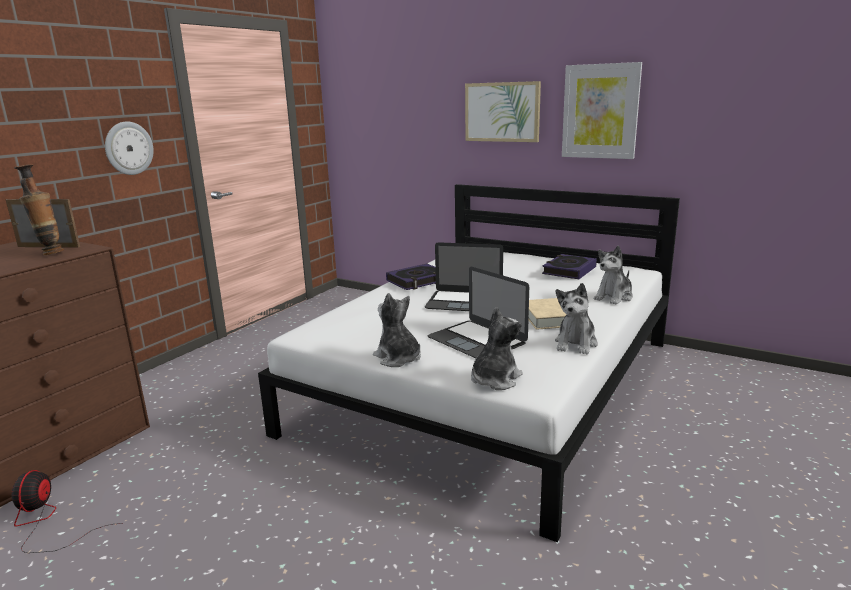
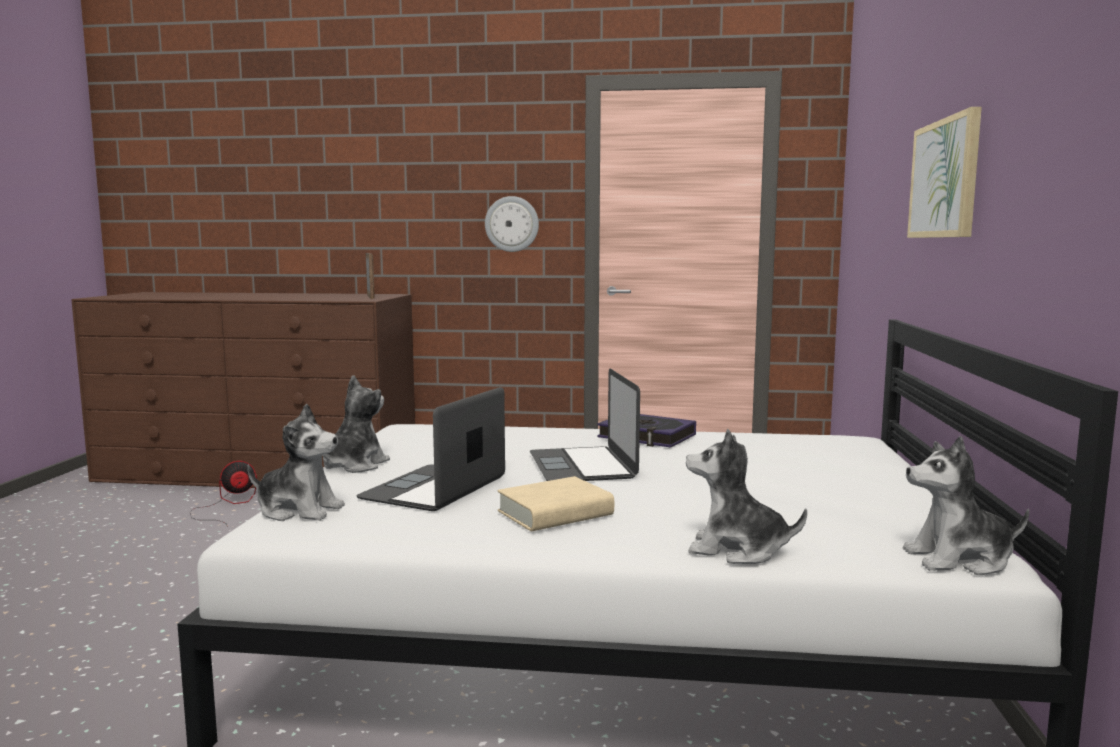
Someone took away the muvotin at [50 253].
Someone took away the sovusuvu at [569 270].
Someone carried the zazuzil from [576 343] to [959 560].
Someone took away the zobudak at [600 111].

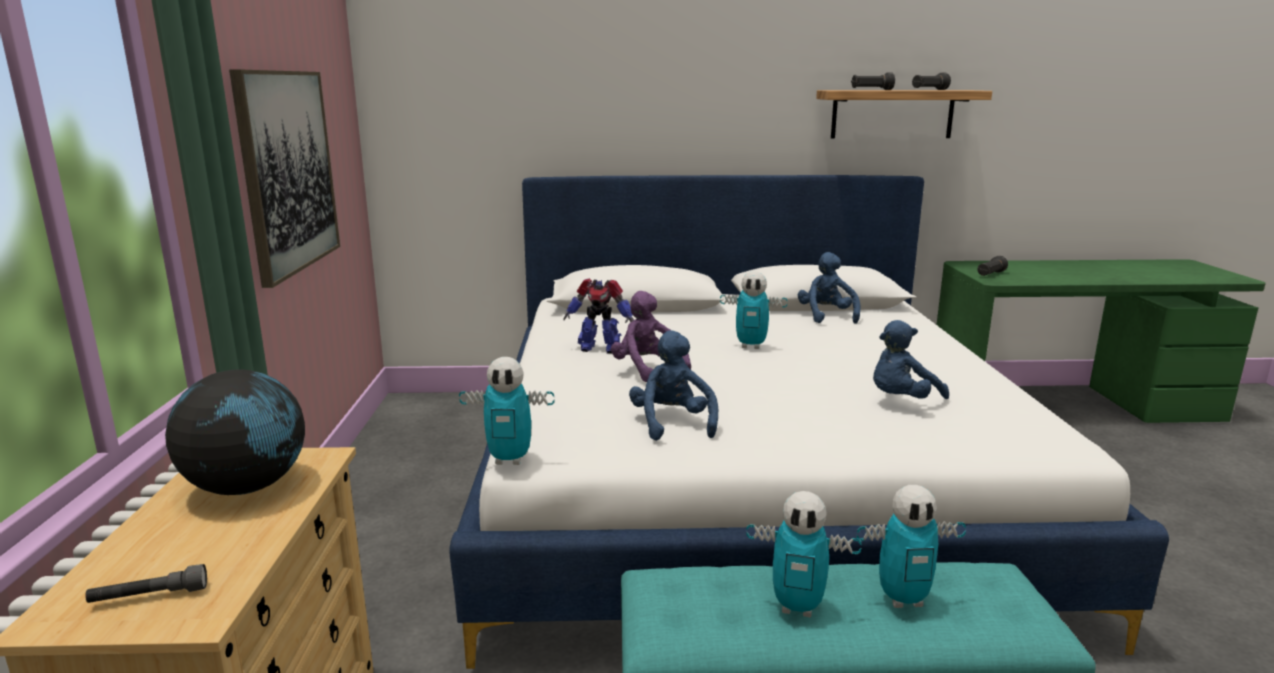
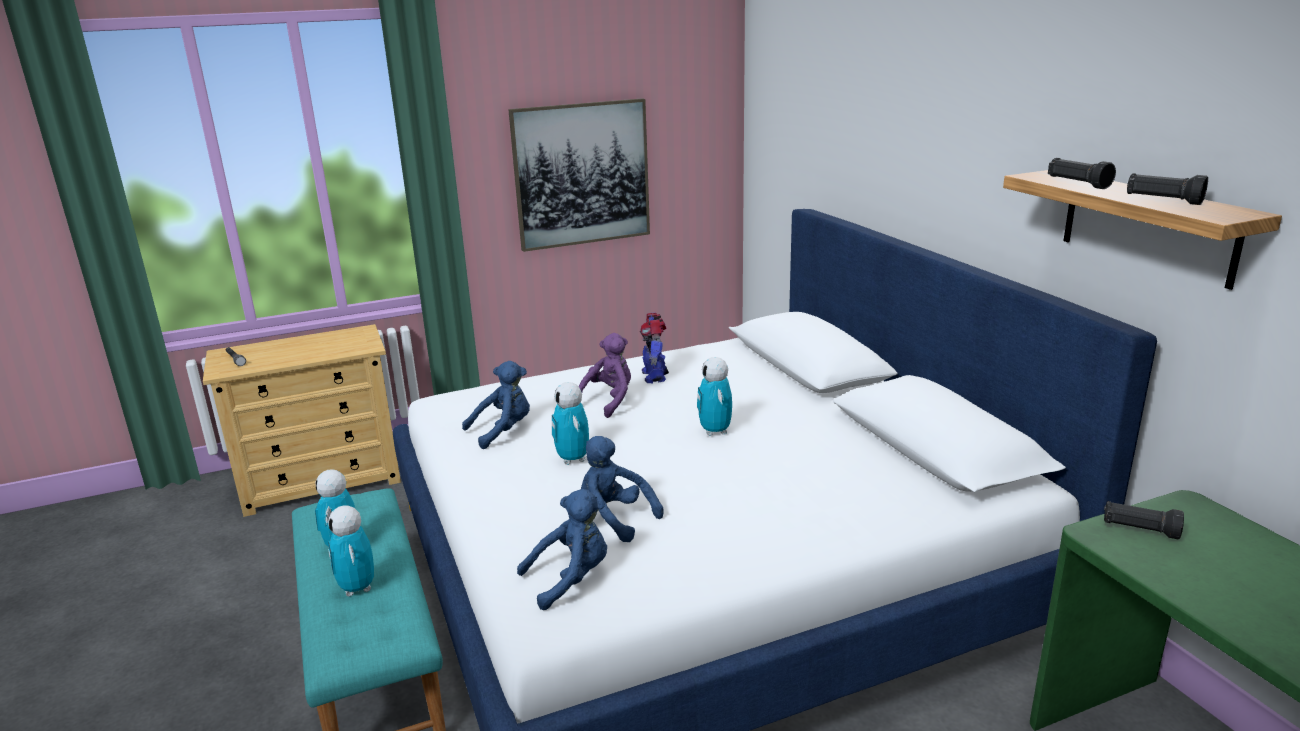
Someone took away the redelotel at [247 487].
Someone carried the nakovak from [510 459] to [573 459].
Someone carried the blue zazuzil from [826 316] to [571 579].

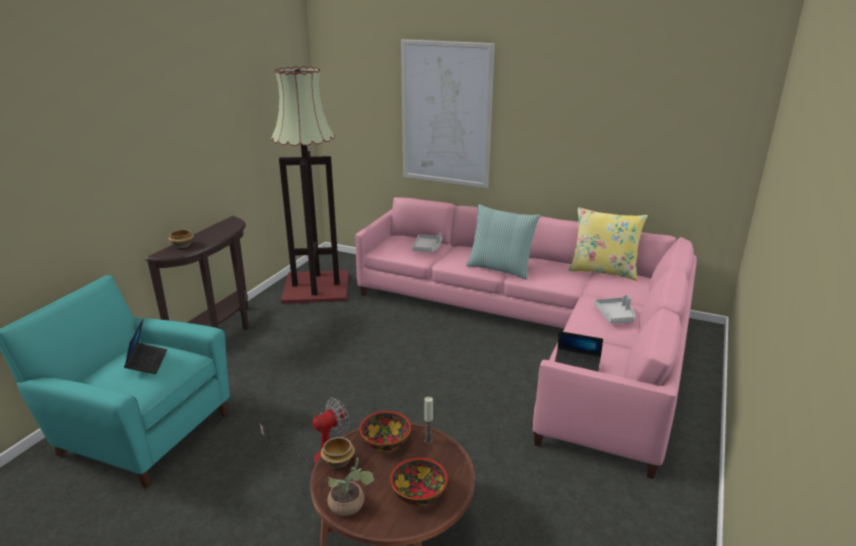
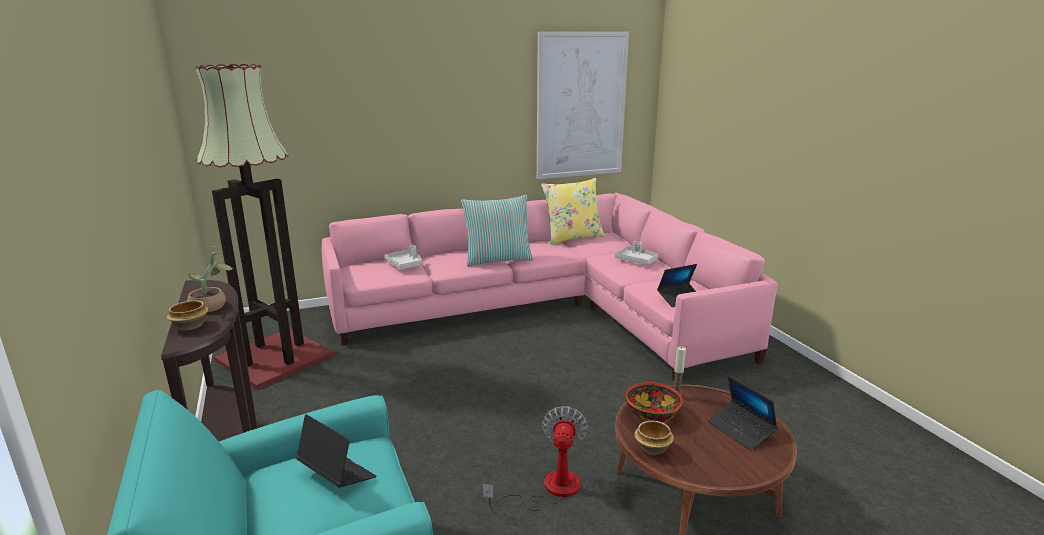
Someone carried the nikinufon from [350 506] to [212 306].
Someone swapped the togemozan at [419 493] for the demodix at [741 430].
Someone carried the zobudak from [446 114] to [581 106].

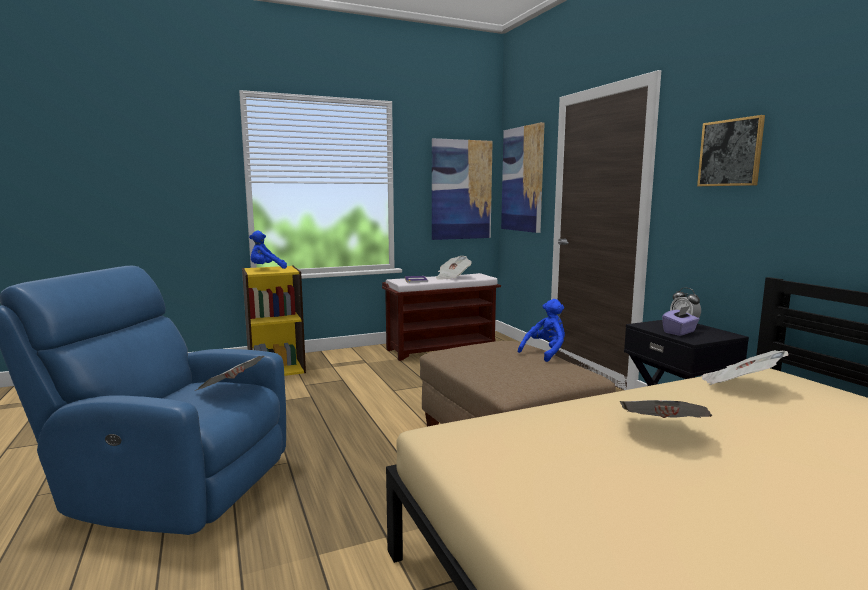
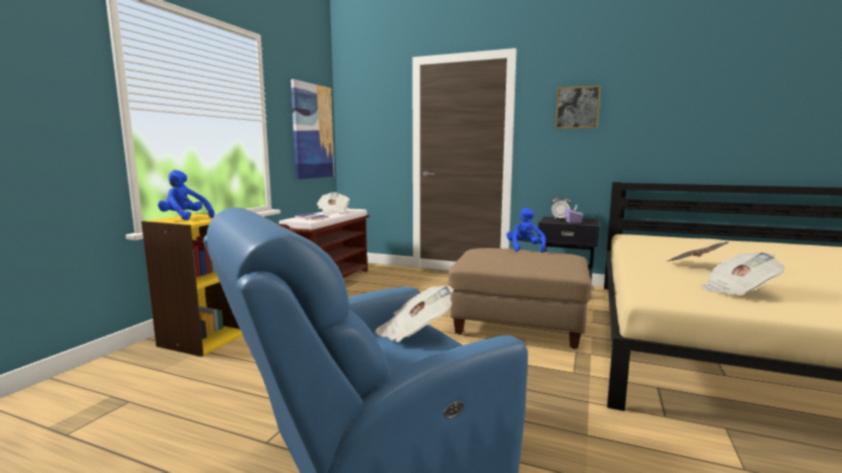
Someone rotated the blue zazuzil at [266 269] by 90 degrees clockwise.
Someone took away the zobudak at [523 179].
Someone carried the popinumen from [738 386] to [736 290].

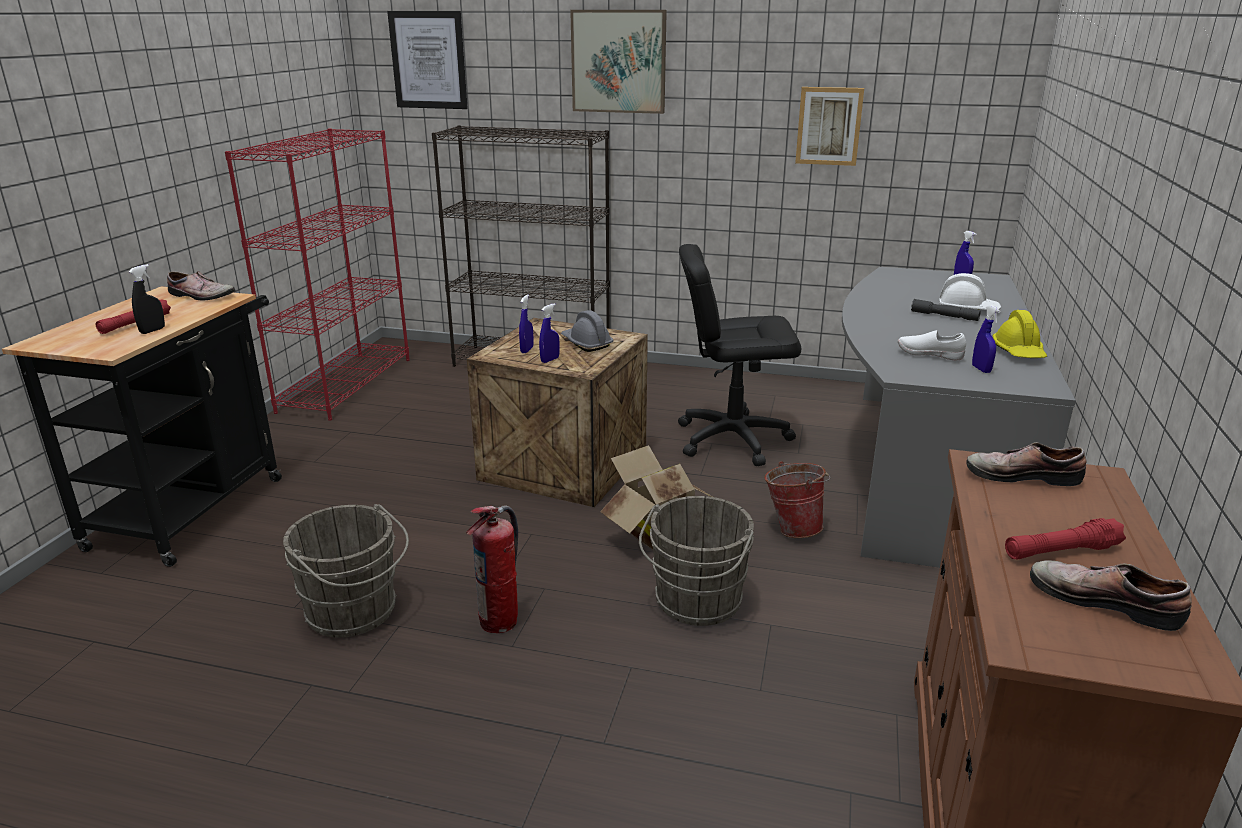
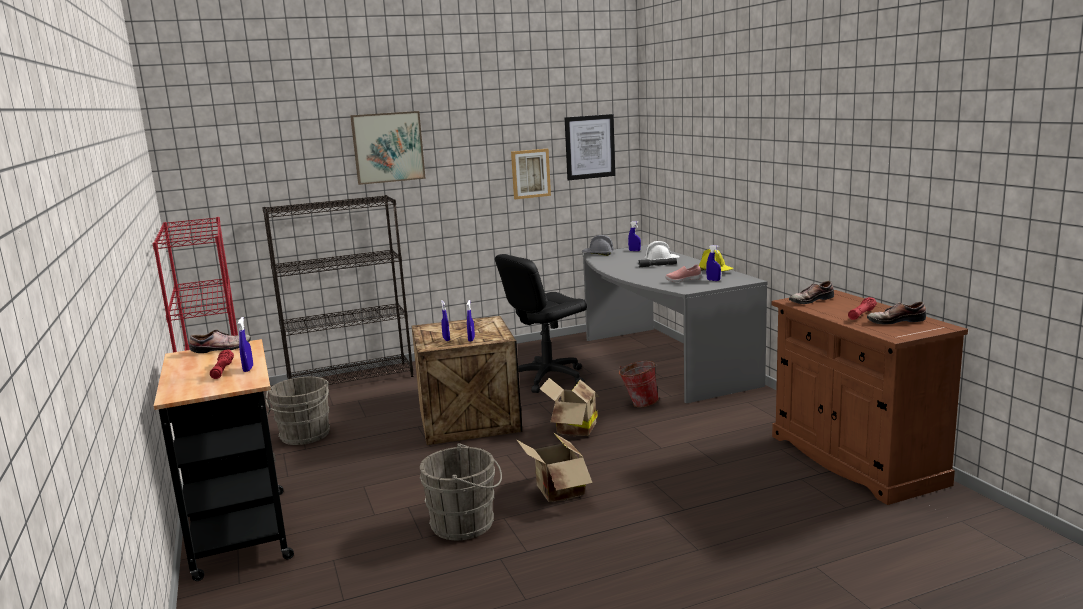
Someone repainted the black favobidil at [152 330], which became the blue favobidil at [248 369].
Someone carried the zobudak from [428 60] to [589 147].
Someone swapped the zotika at [500 621] for the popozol at [556 493].
Someone carried the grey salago from [586 343] to [598 254].
Someone carried the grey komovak from [696 603] to [304 436].
Someone repainted the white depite at [929 355], which became the pink depite at [682 281].

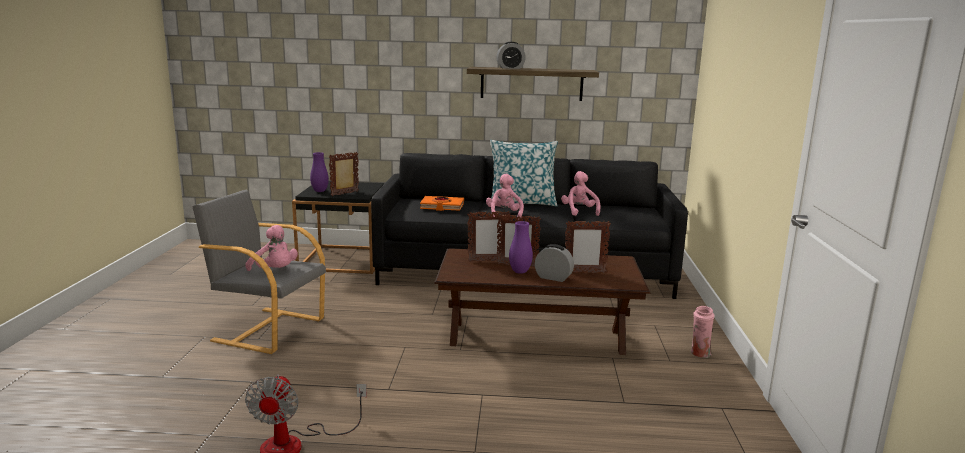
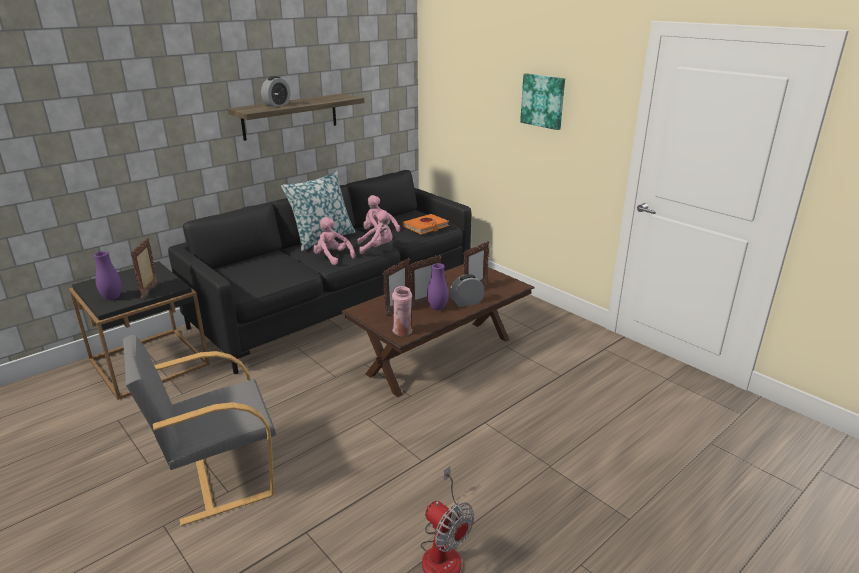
Someone carried the pink zazuzil from [274 271] to [377 248].
Someone carried the orange sovusuvu from [442 206] to [426 227].
Someone carried the pink muvotin from [699 354] to [402 332].
Someone put up the zobudak at [543 101].

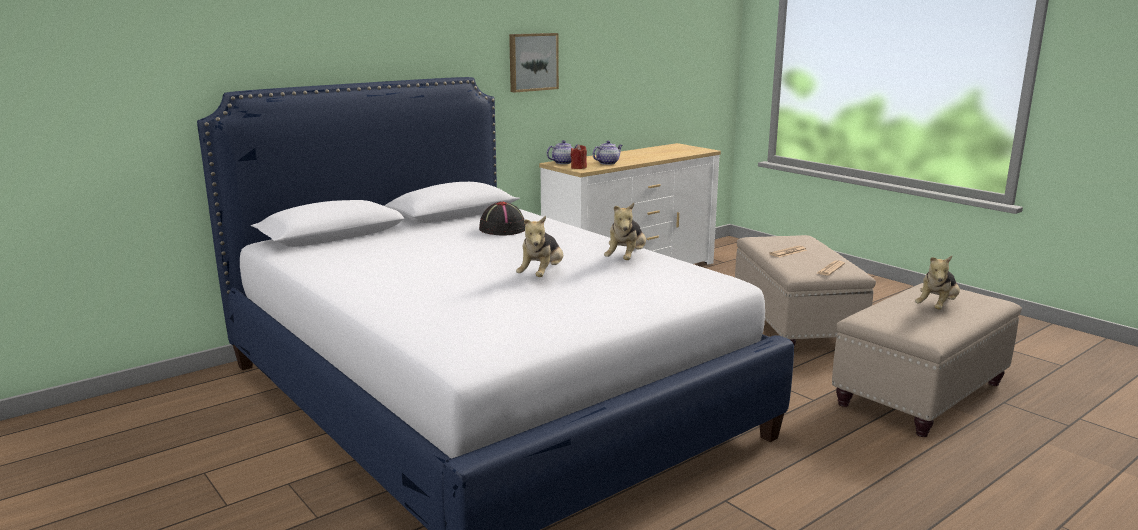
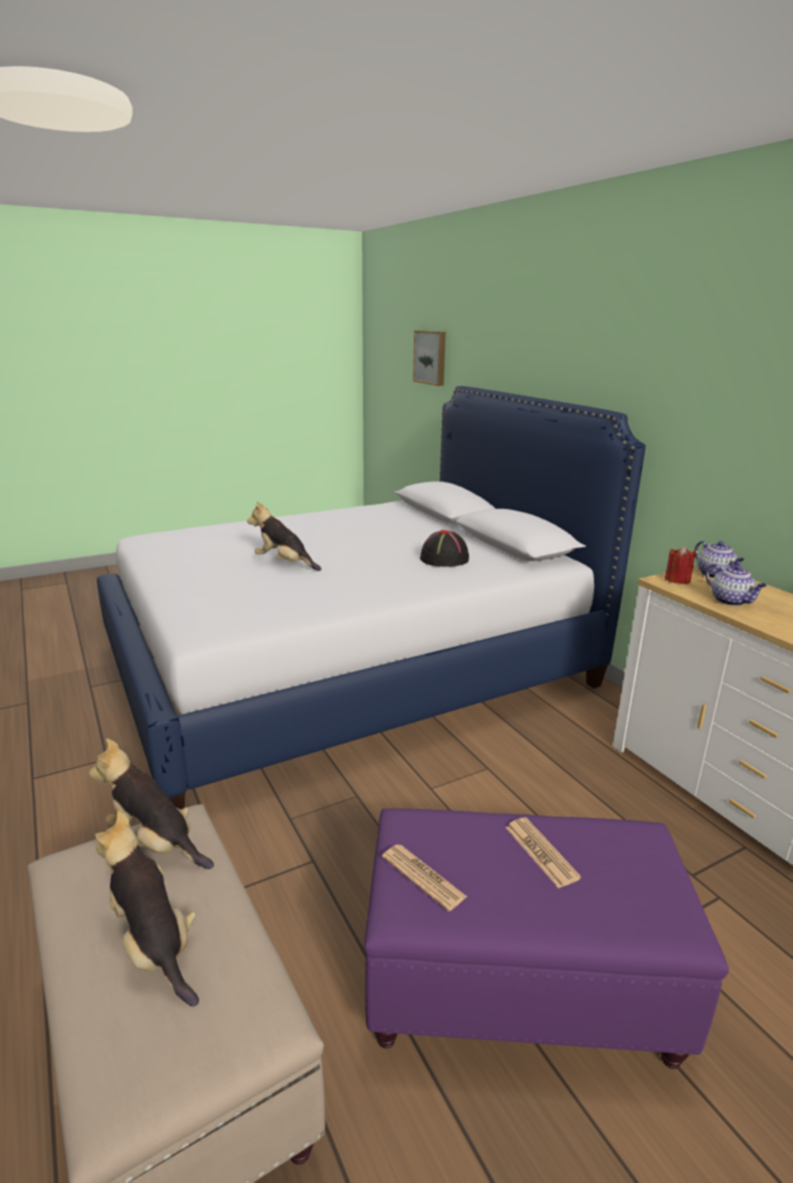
Someone carried the zobudak from [532 62] to [431 357].
Someone carried the zazuzil from [626 259] to [156 842].
Someone repainted the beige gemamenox at [795 325], which became the purple gemamenox at [516 983].

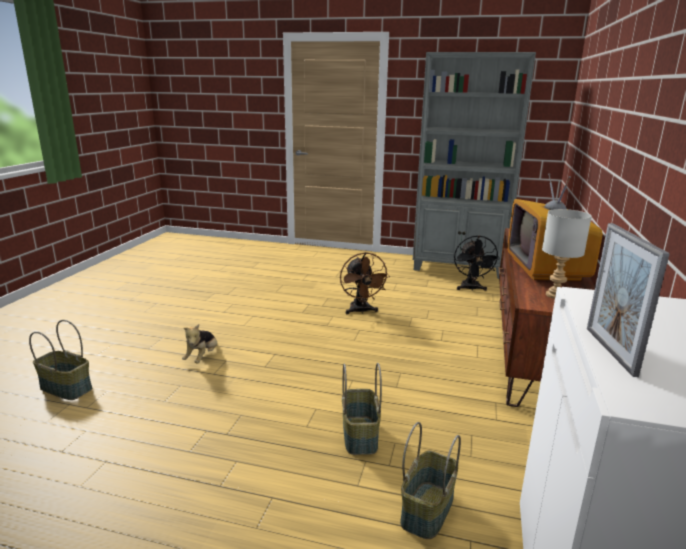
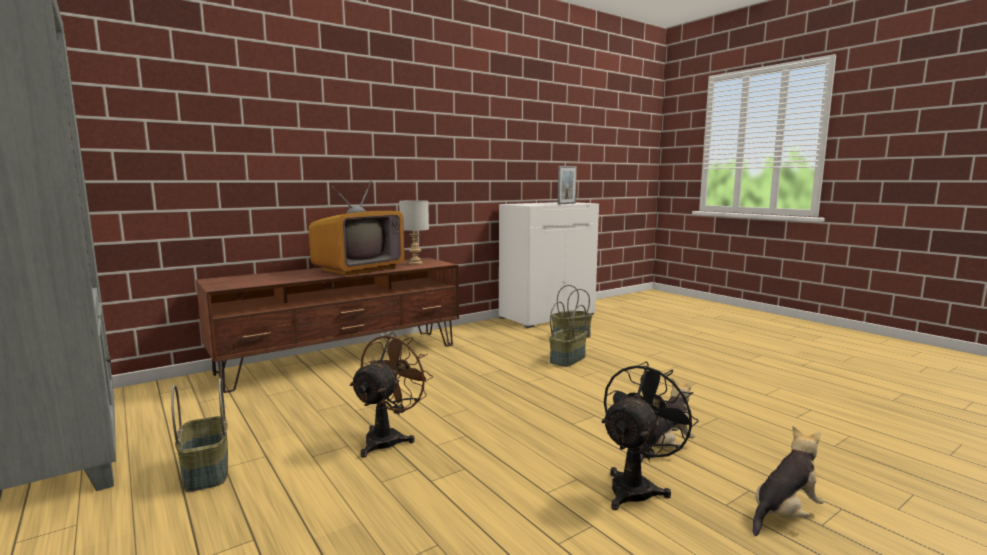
Someone carried the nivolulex from [67 388] to [205 471].
Someone carried the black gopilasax from [471 289] to [637 487].
Someone put down the zazuzil at [784 514].

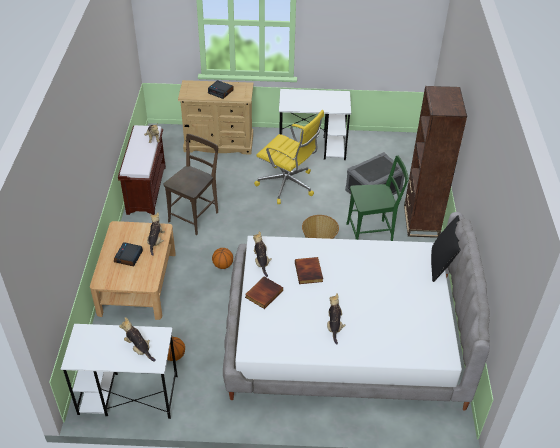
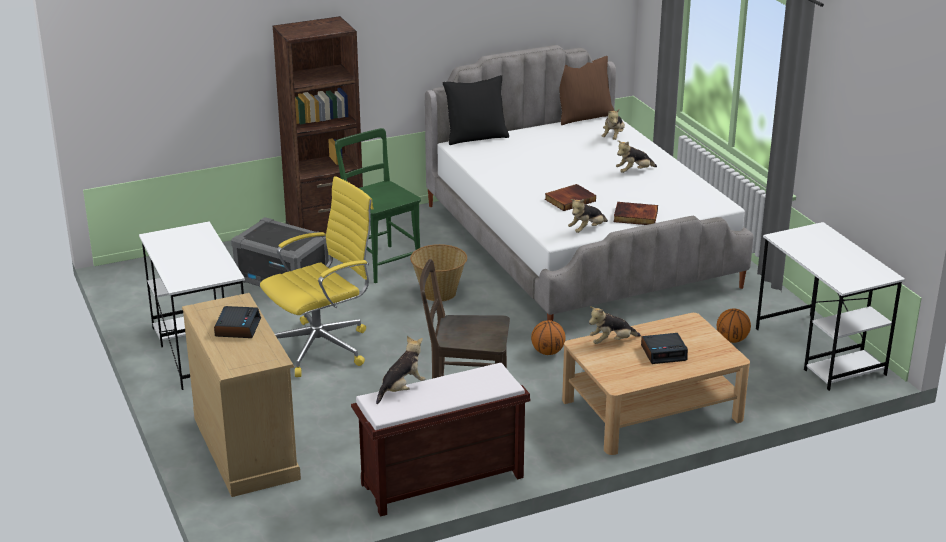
Someone carried the zazuzil from [139 348] to [613 137].
Someone rotated the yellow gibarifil at [288 185] by 45 degrees clockwise.
Someone put down the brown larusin at [583 117].

